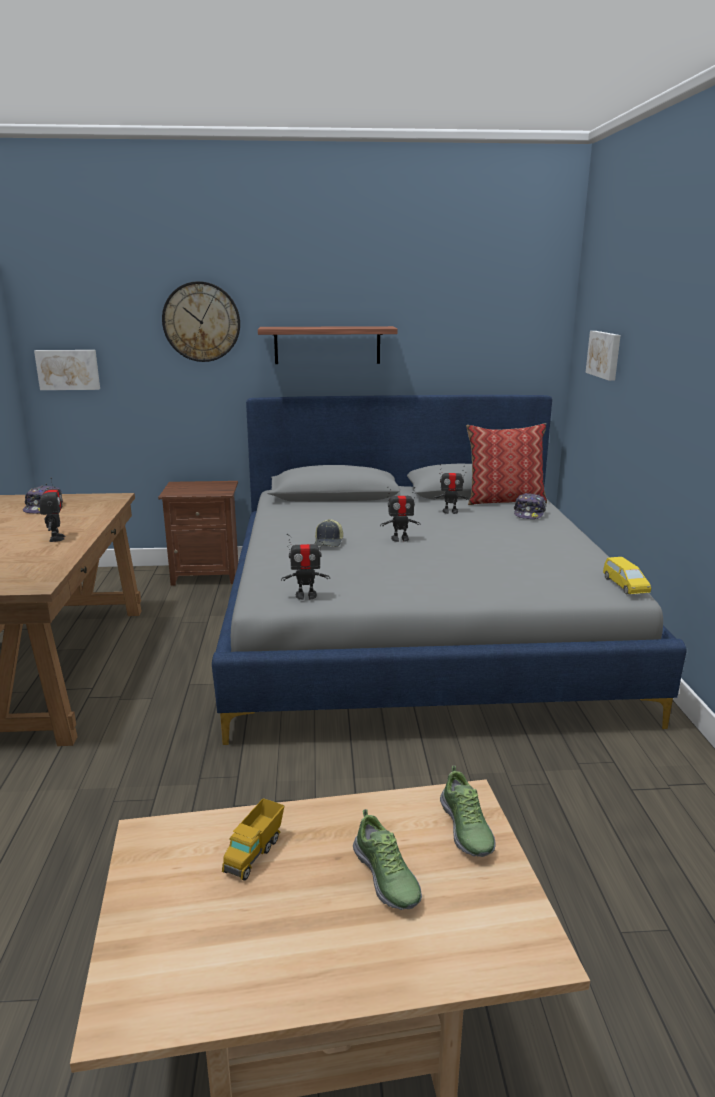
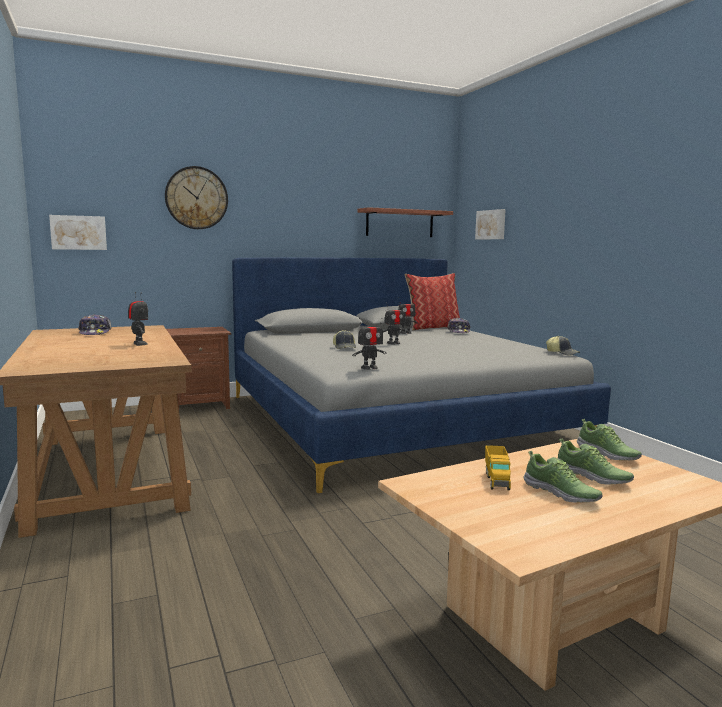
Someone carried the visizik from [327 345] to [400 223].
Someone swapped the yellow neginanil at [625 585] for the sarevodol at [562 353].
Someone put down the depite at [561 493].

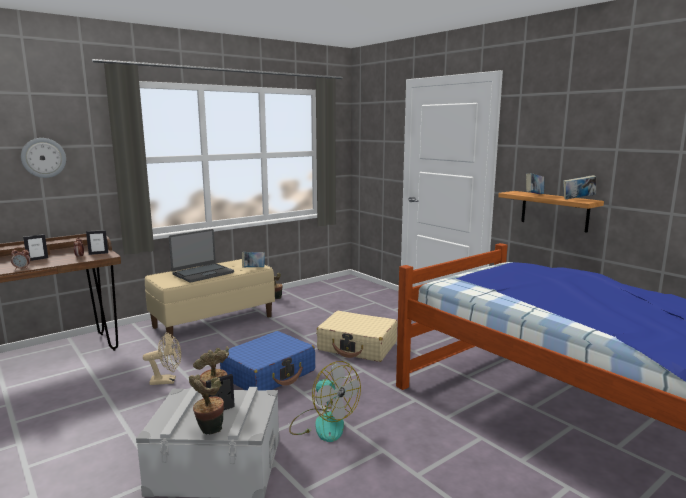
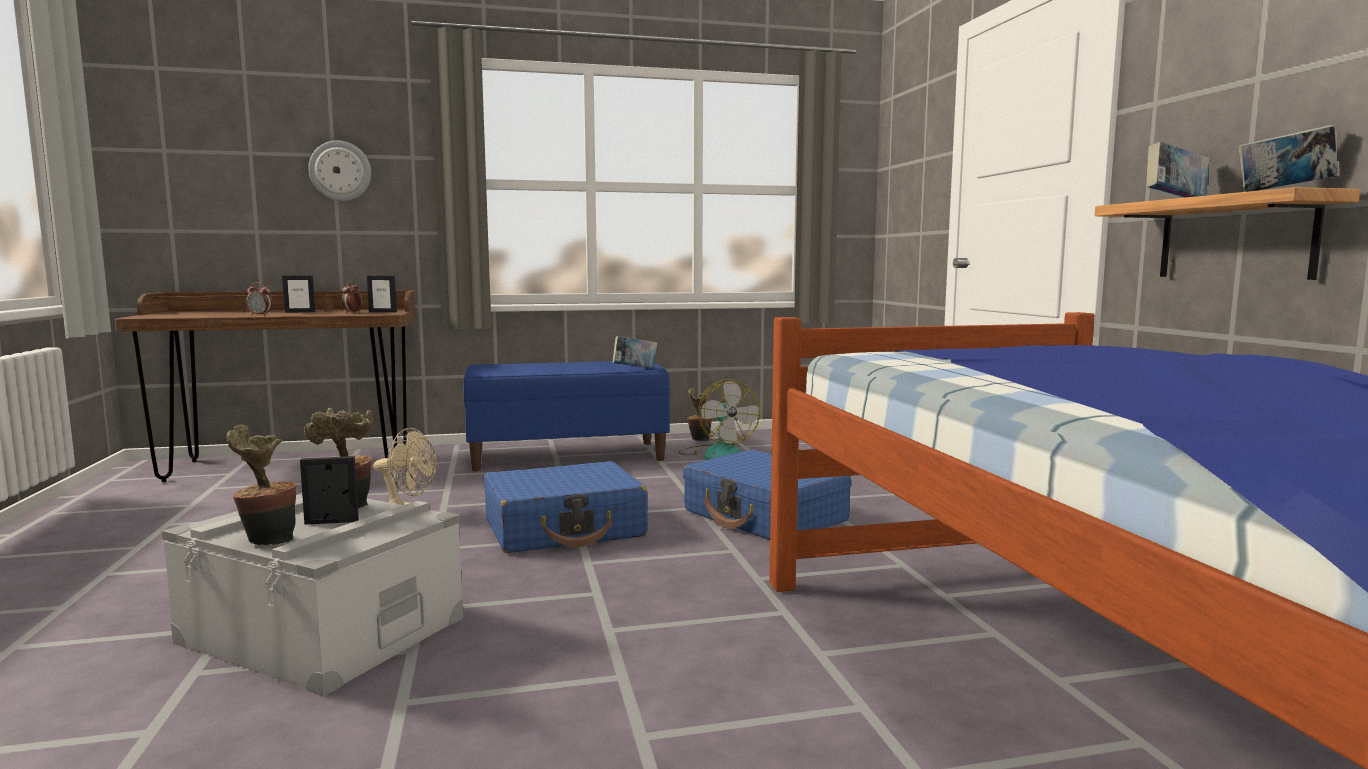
Someone repainted the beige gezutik at [214 321], which became the blue gezutik at [568 456].
Someone took away the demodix at [202 273].
Someone carried the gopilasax from [323 424] to [716 453].
Someone repainted the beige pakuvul at [357 346], which became the blue pakuvul at [765 516].

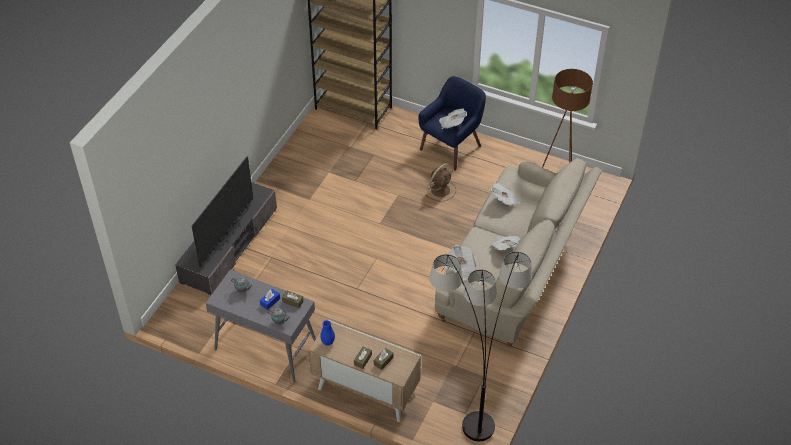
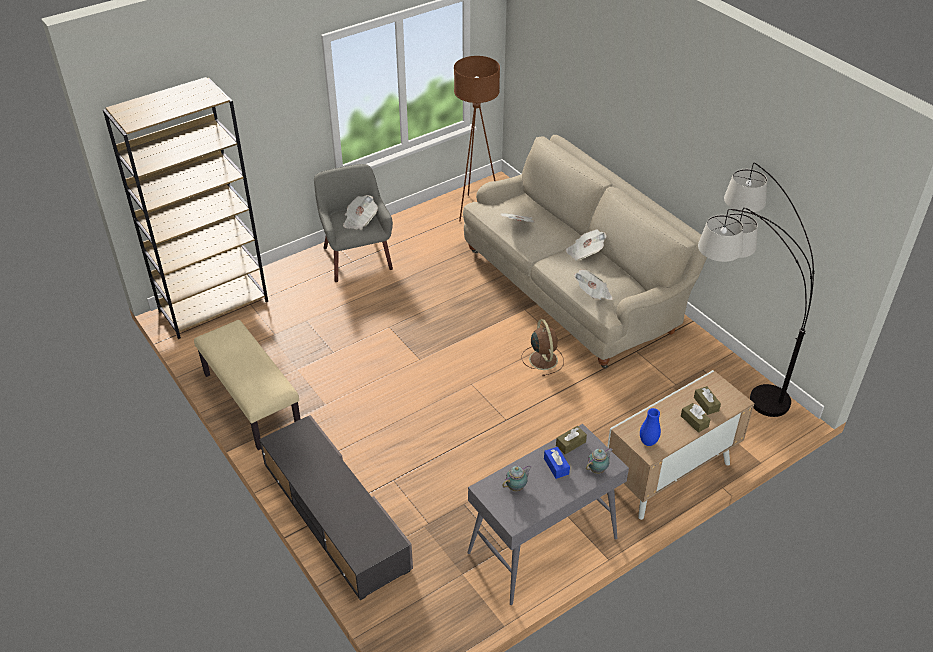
Someone took away the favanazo at [226 234].
Someone repainted the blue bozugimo at [451 147], which became the grey bozugimo at [356 257].
Someone carried the brown gopilasax from [441 190] to [543 359].
Someone put down the beige gezutik at [251 401].

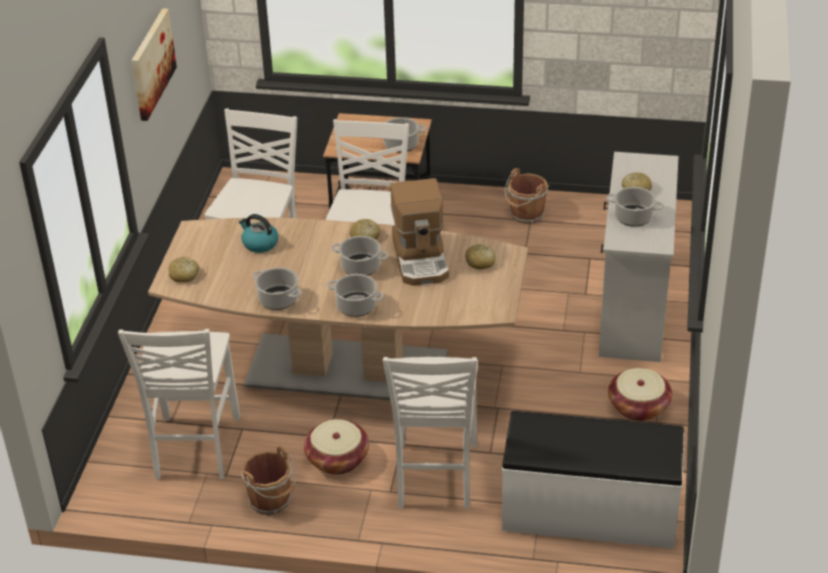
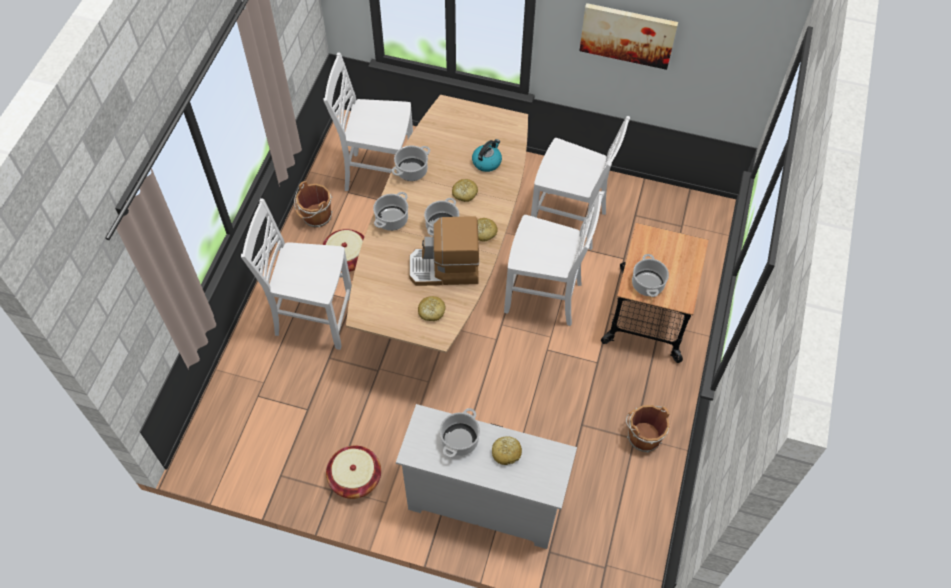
Someone carried the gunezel from [184 275] to [464 193].
Someone took away the white gezutik at [589 512].

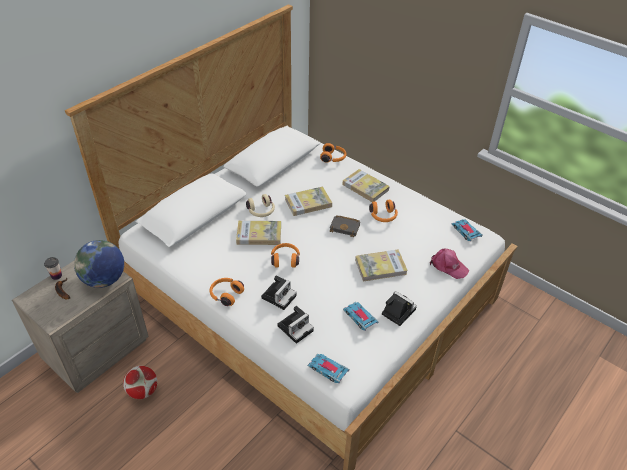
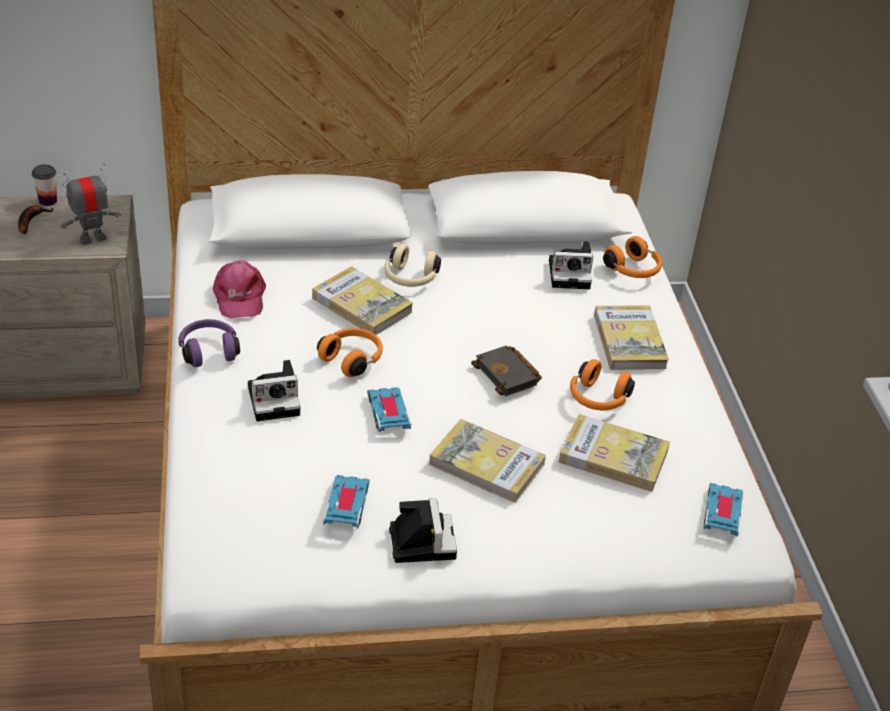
Someone swapped the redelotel at [104 279] for the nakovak at [93 238].
Someone took away the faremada at [143 391].
Someone repainted the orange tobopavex at [226 295], which became the purple tobopavex at [208 351].
Someone carried the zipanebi from [296 327] to [571 274].
Someone carried the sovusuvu from [308 203] to [613 456].
Someone carried the neginanil from [328 369] to [388 413].
Someone carried the pink sarevodol from [448 266] to [239 297].

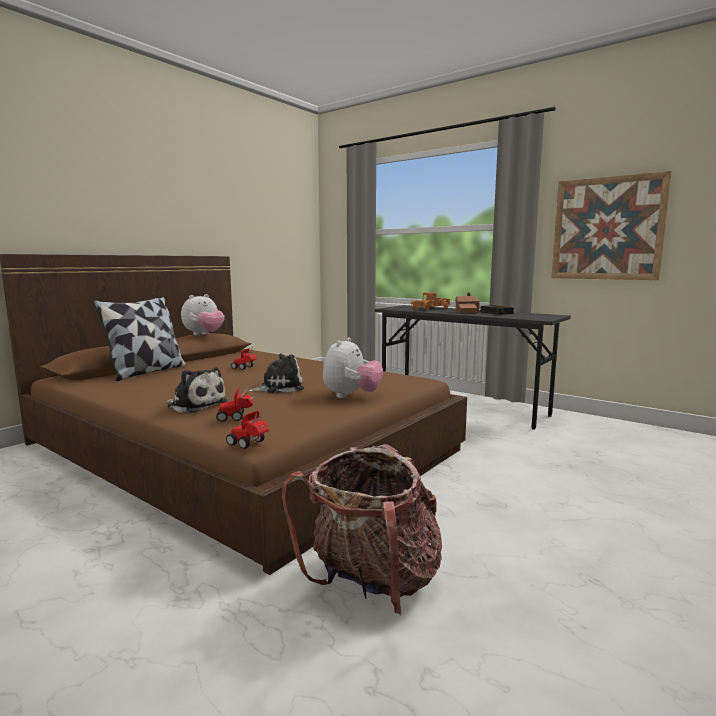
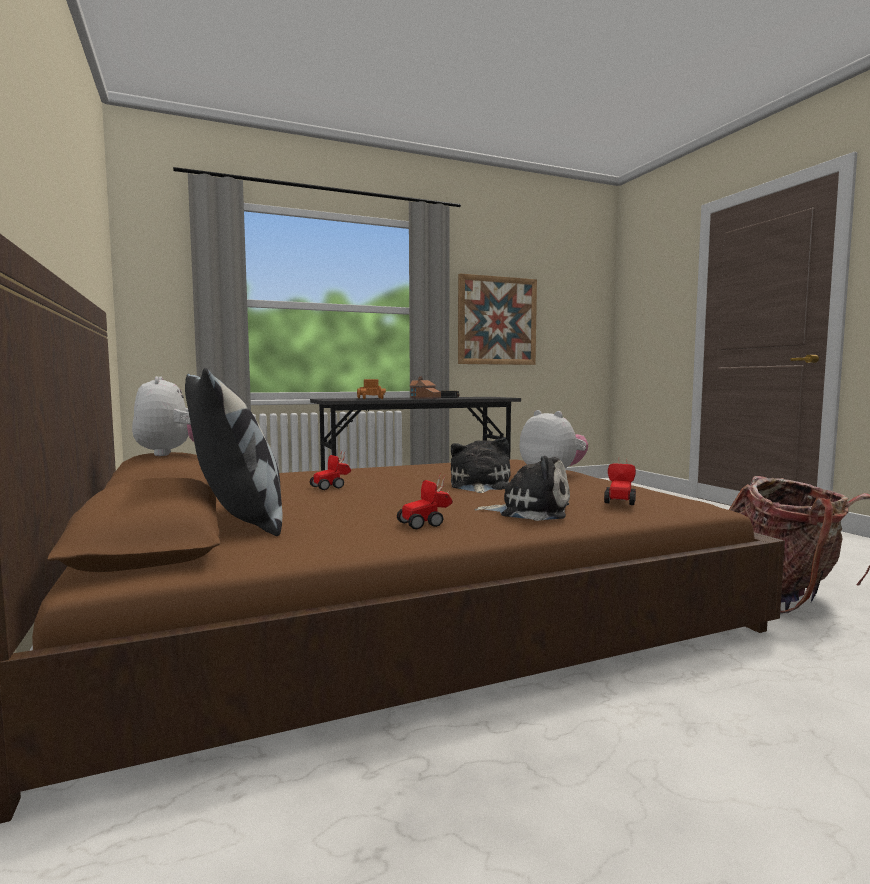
Someone rotated the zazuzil at [195 405] by 45 degrees clockwise.
Someone carried the neginanil from [250 444] to [426 523].

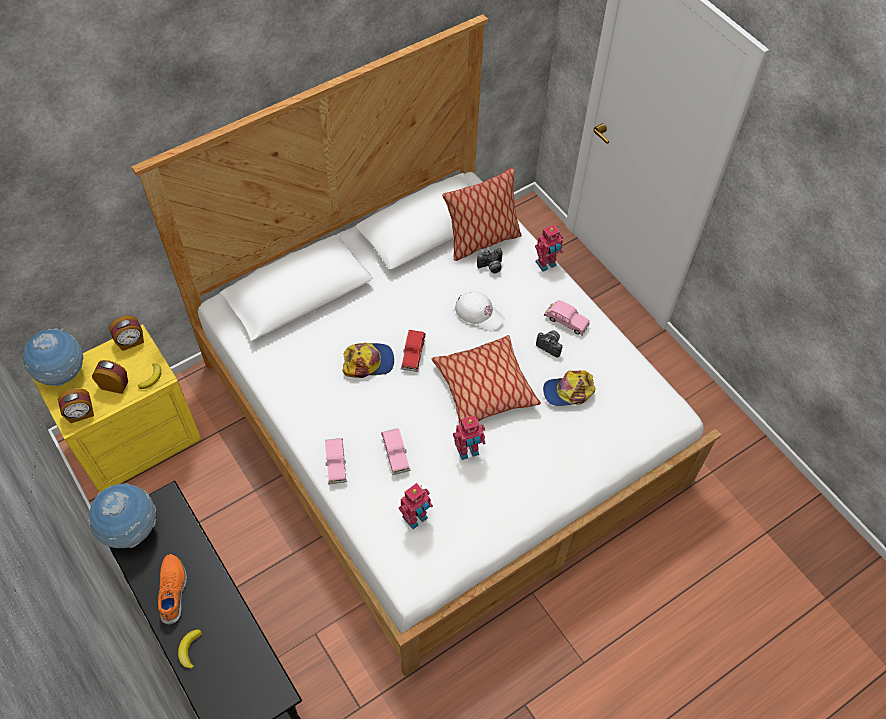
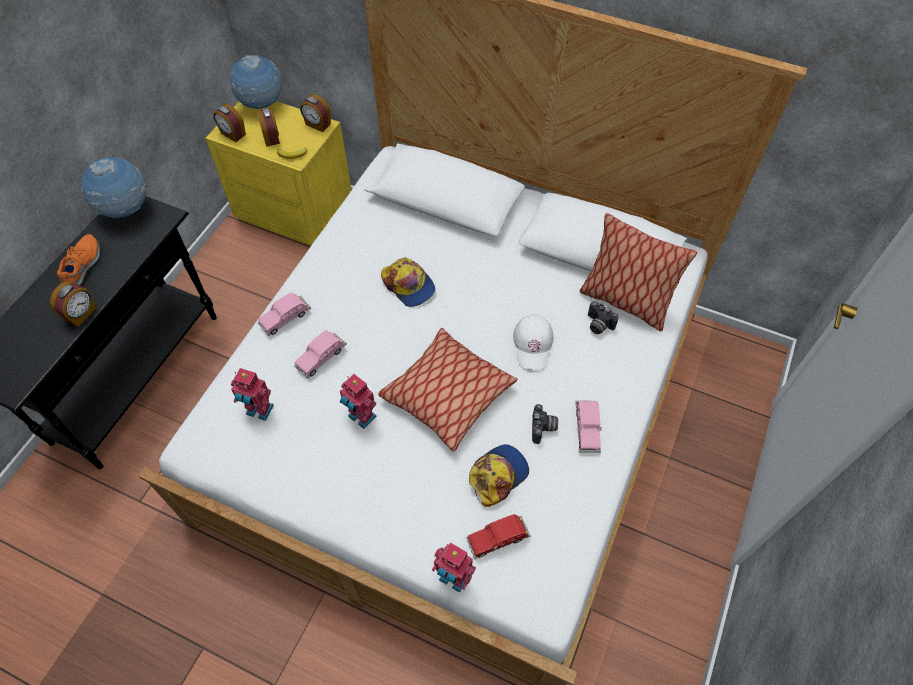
Someone rotated the orange depite at [173 590] by 45 degrees counterclockwise.
Someone took away the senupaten at [189 649].
Someone carried the red neginanil from [413 353] to [498 539].
Someone carried the nakovak from [546 264] to [453 579].
Someone rotated the sarevodol at [568 391] by 90 degrees clockwise.
Someone put down the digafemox at [81 314].

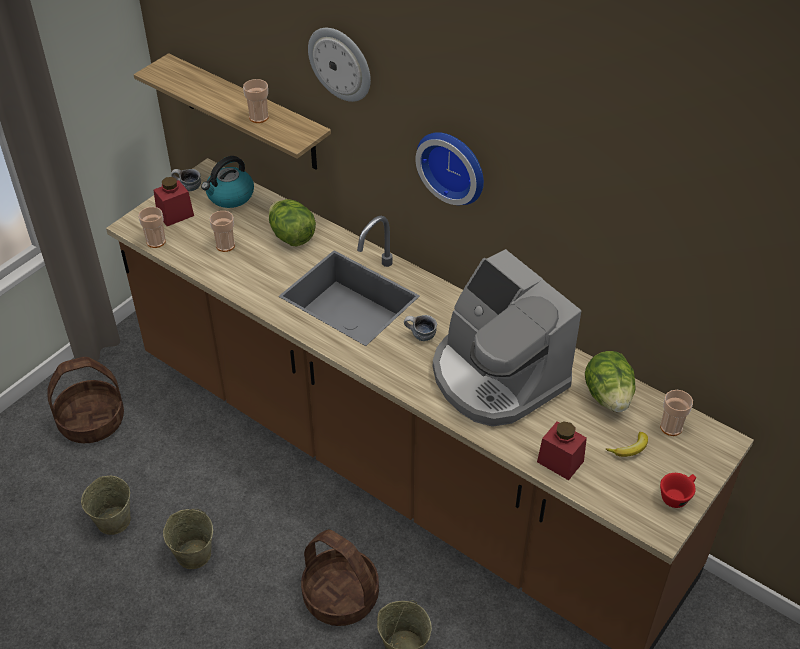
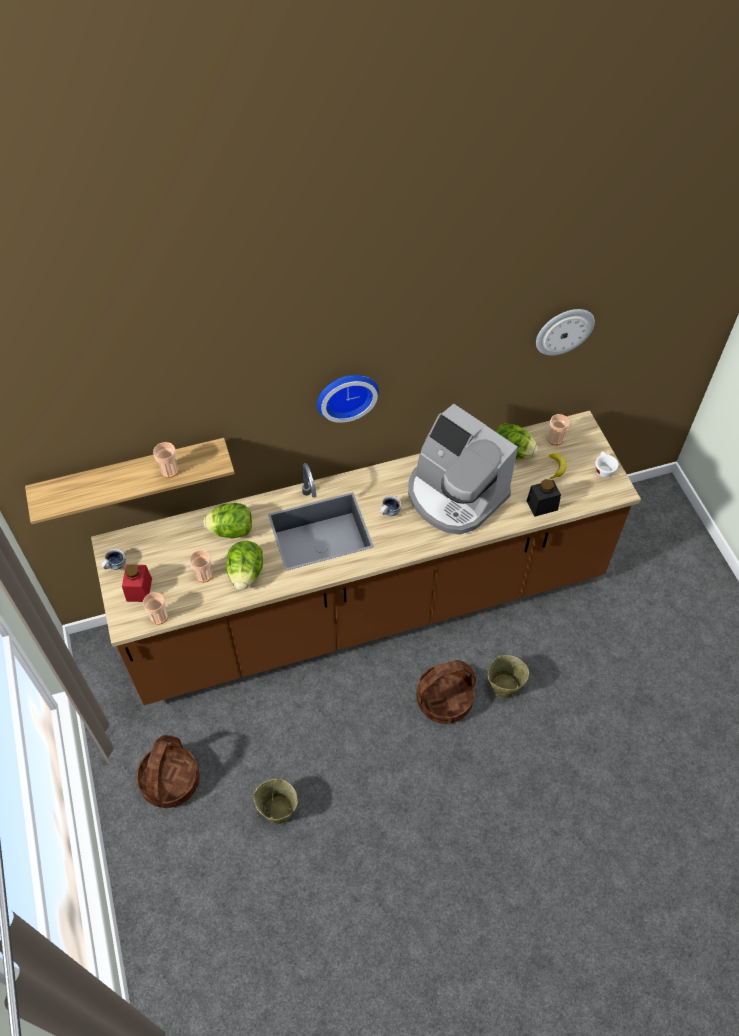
Someone took away the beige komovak at [193 554].
Someone took away the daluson at [230 196].
Someone carried the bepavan from [340 63] to [564 331].
Someone rotated the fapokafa at [496 377] by 45 degrees clockwise.
Someone repainted the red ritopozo at [560 461], which became the black ritopozo at [542 505].
Someone repainted the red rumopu at [677 496], which became the white rumopu at [603 469].
Someone put down the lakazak at [246 573].

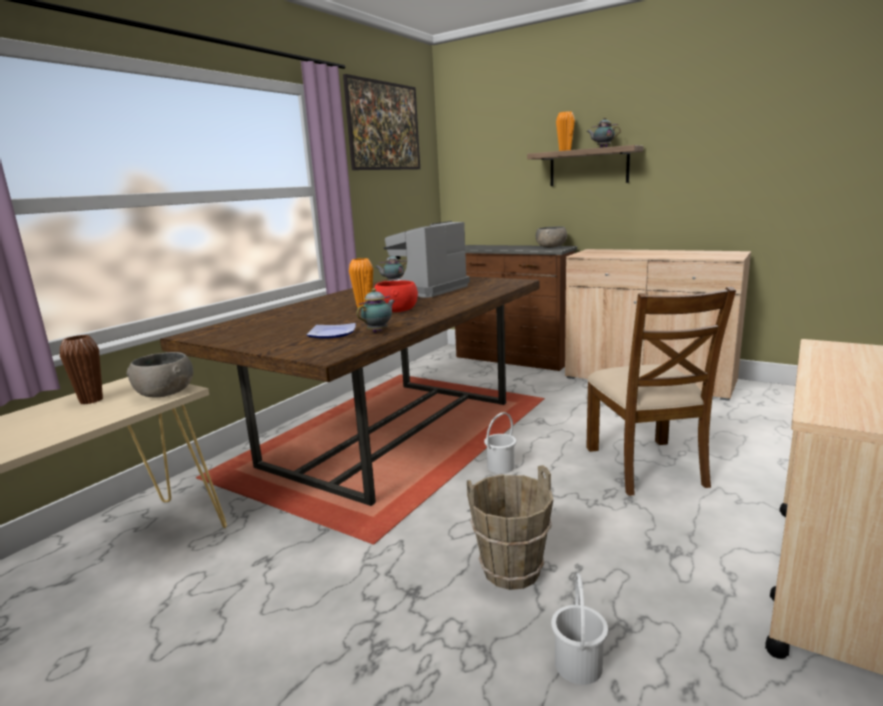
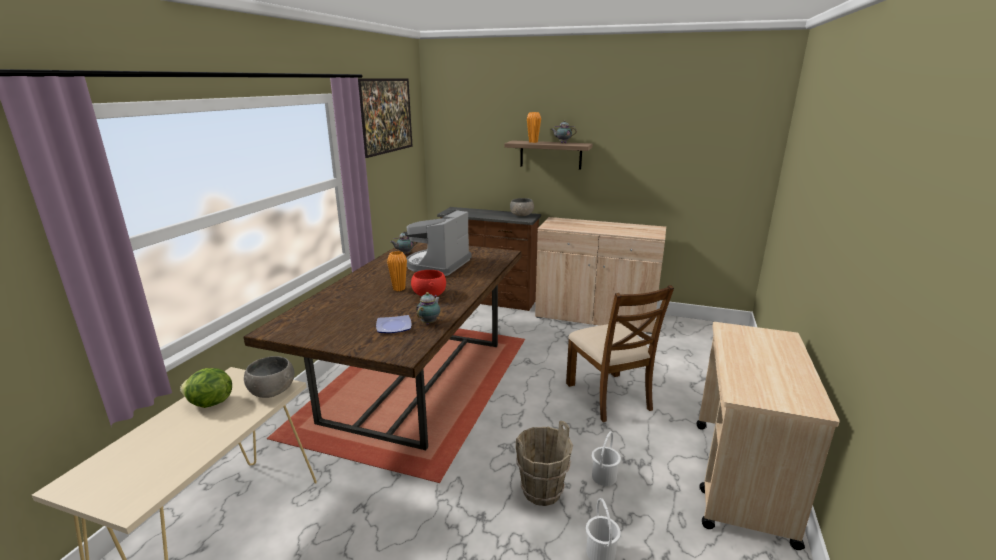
Someone swapped the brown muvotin at [91 400] for the lakazak at [210 403].
Someone carried the white komovak from [500 467] to [603 477].

